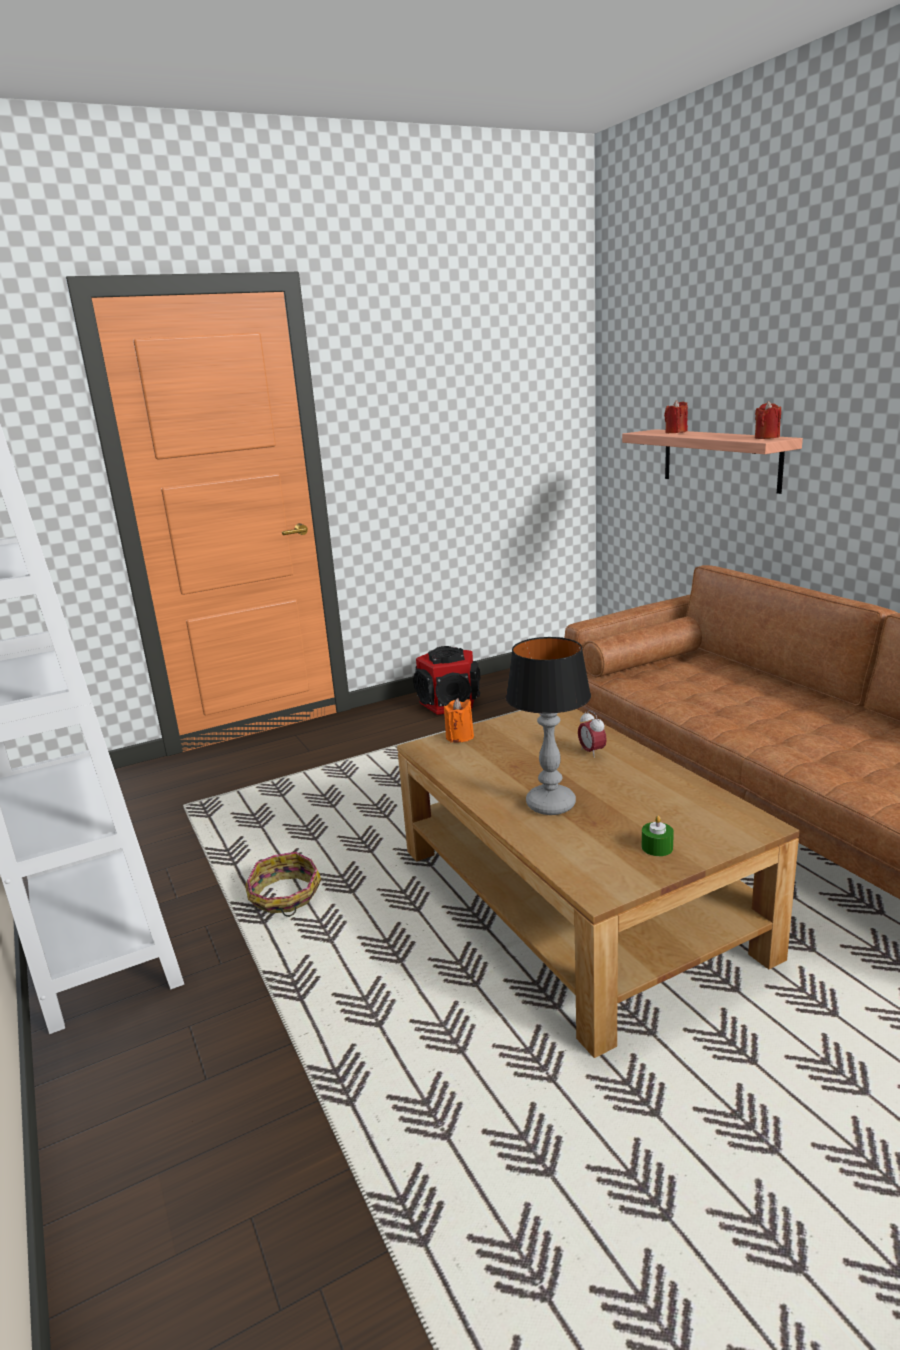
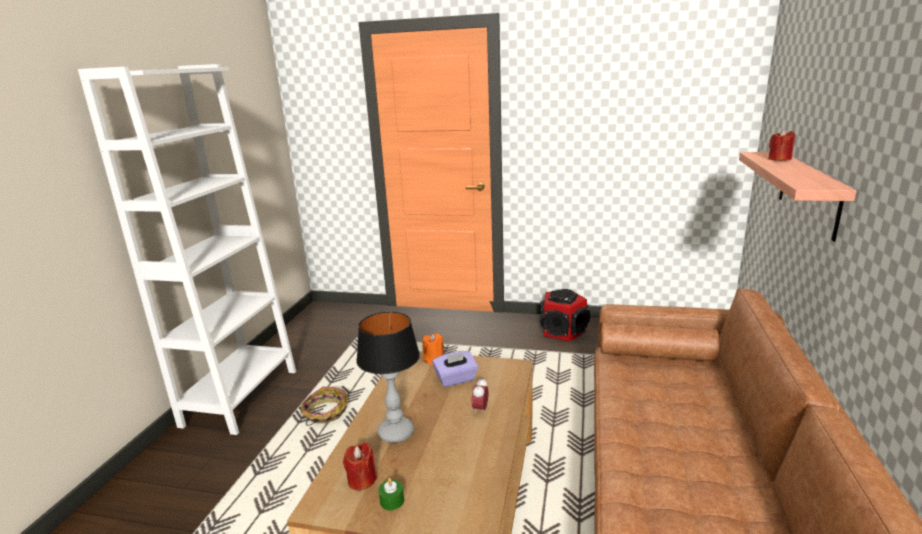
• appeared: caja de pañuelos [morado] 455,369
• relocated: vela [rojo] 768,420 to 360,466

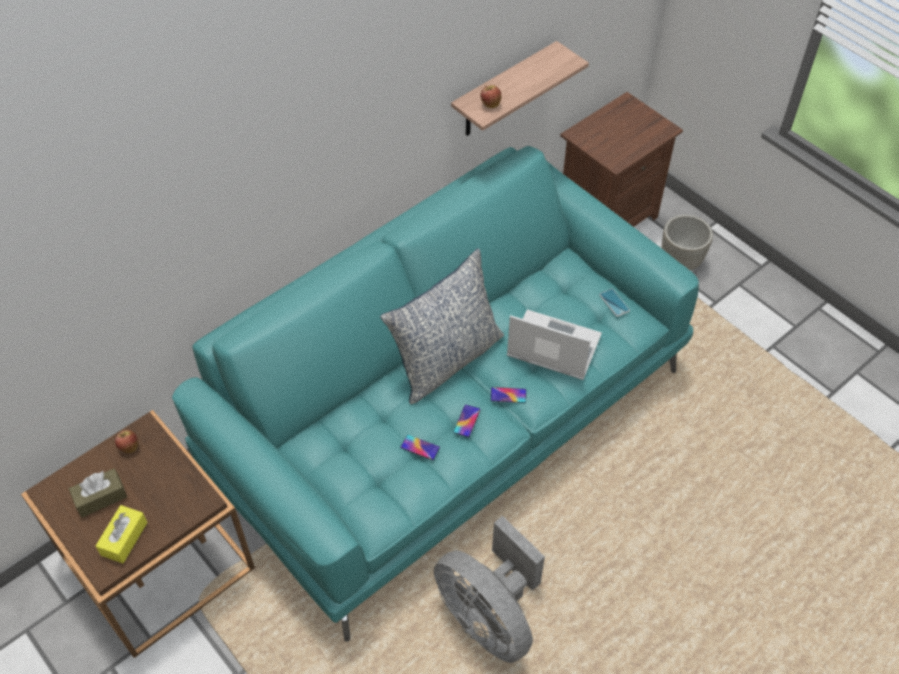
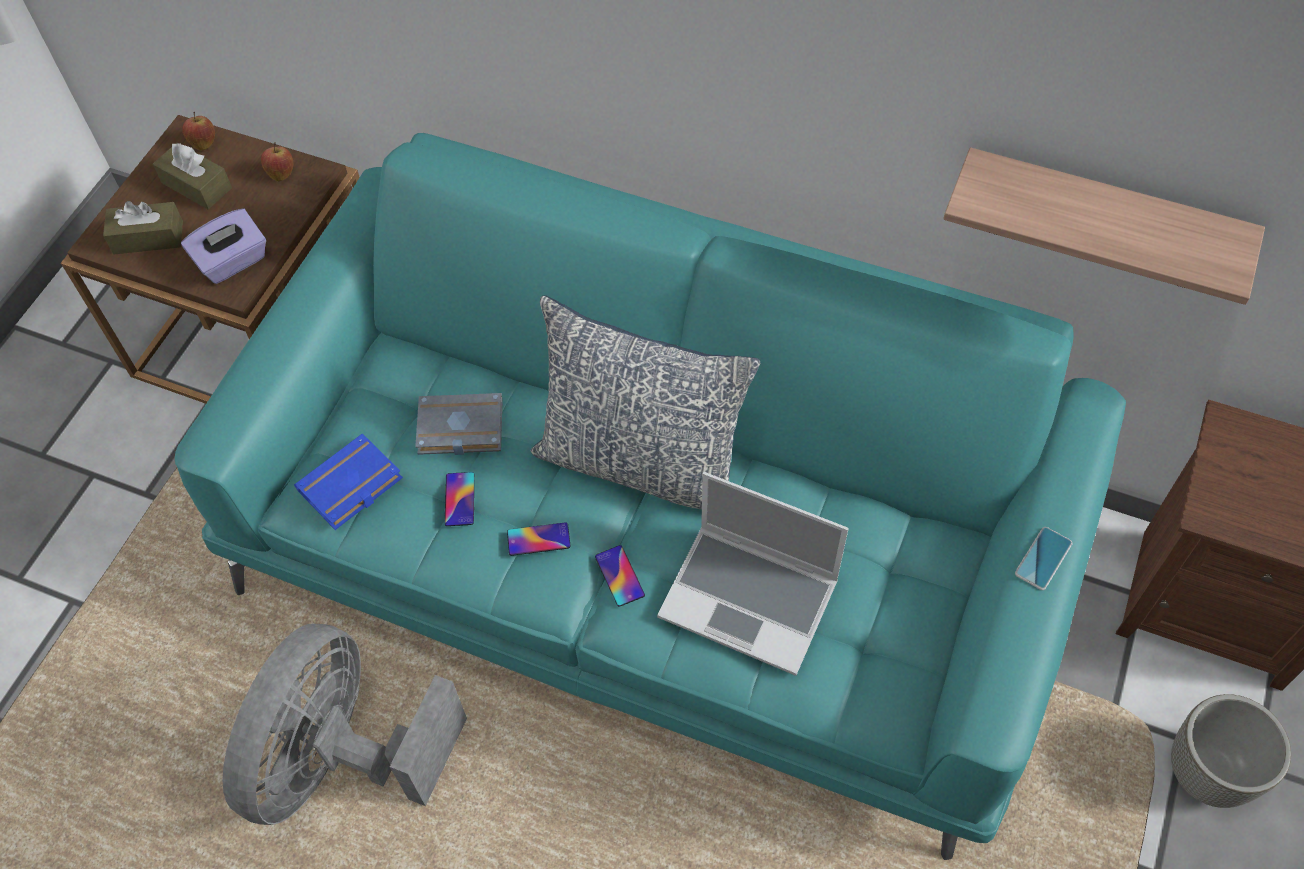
• appeared: caja de pañuelos [morado] 223,246
• appeared: libro [azul] 348,481
• appeared: libro [gris] 458,424
• relocated: manzana 491,96 to 198,131
• relocated: móvil 614,303 to 1043,558
• colour: caja de pañuelos [amarillo] 122,534 to caja de pañuelos [marrón] 143,227
• spun: portátil 554,344 = 752,574 120 degrees clockwise

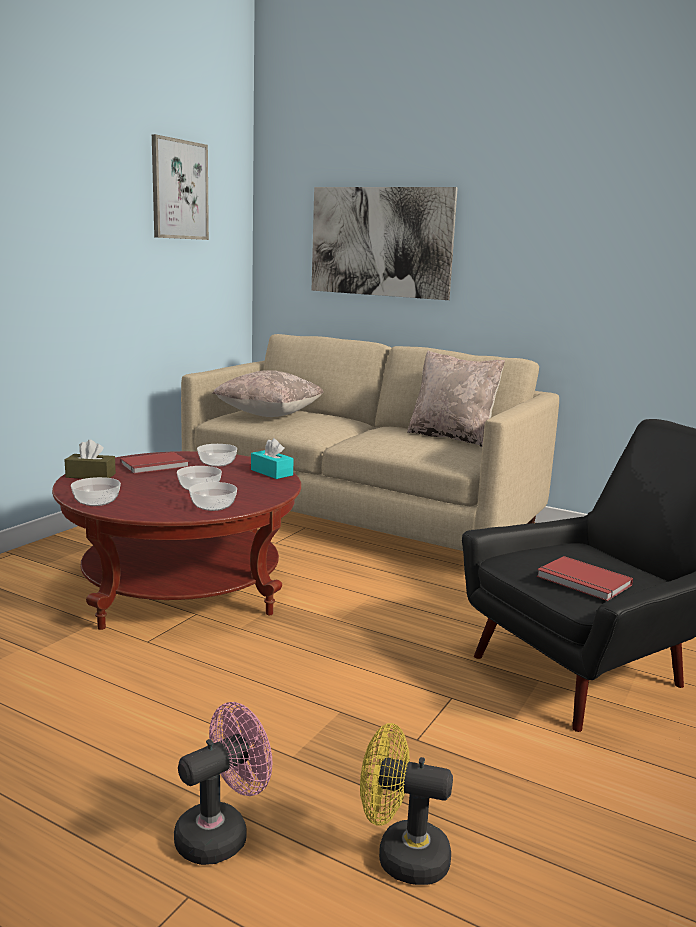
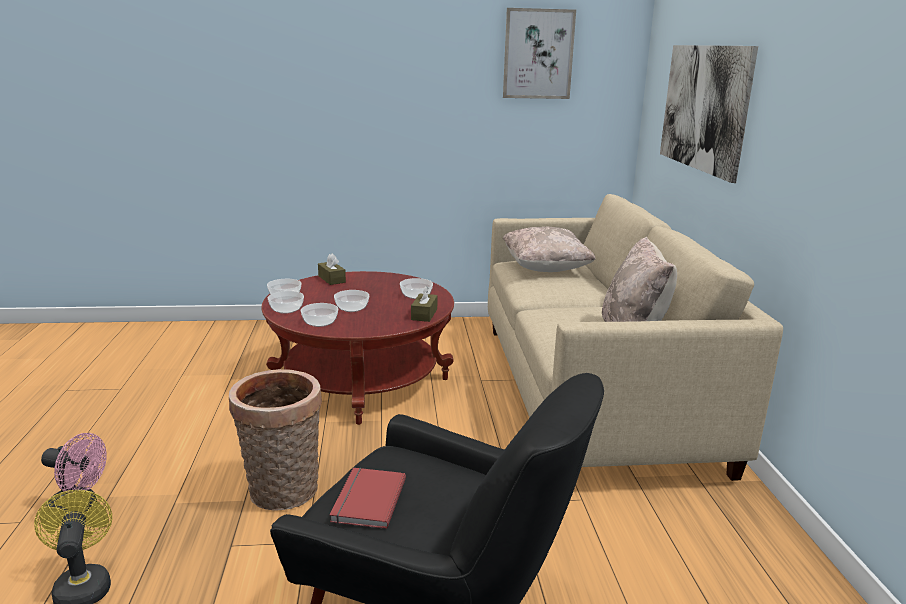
• missing: libro [rojo] 154,463
• appeared: cesta 275,440
• appeared: cuenco 286,302
• colour: caja de pañuelos [turquesa] 272,458 to caja de pañuelos [marrón] 424,304

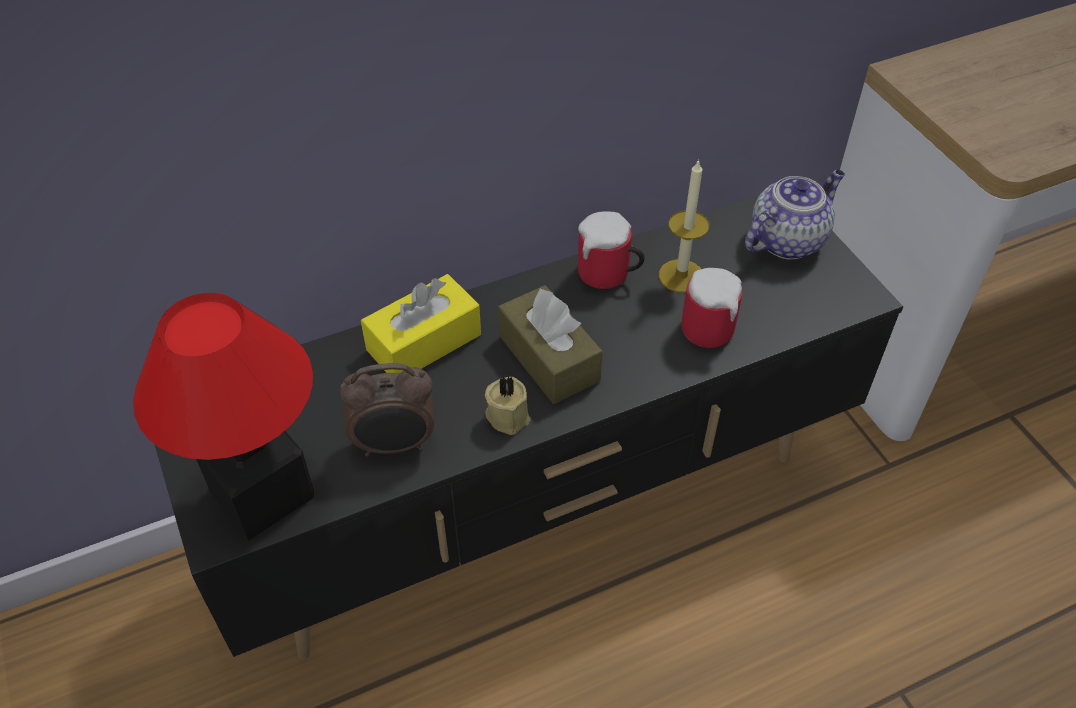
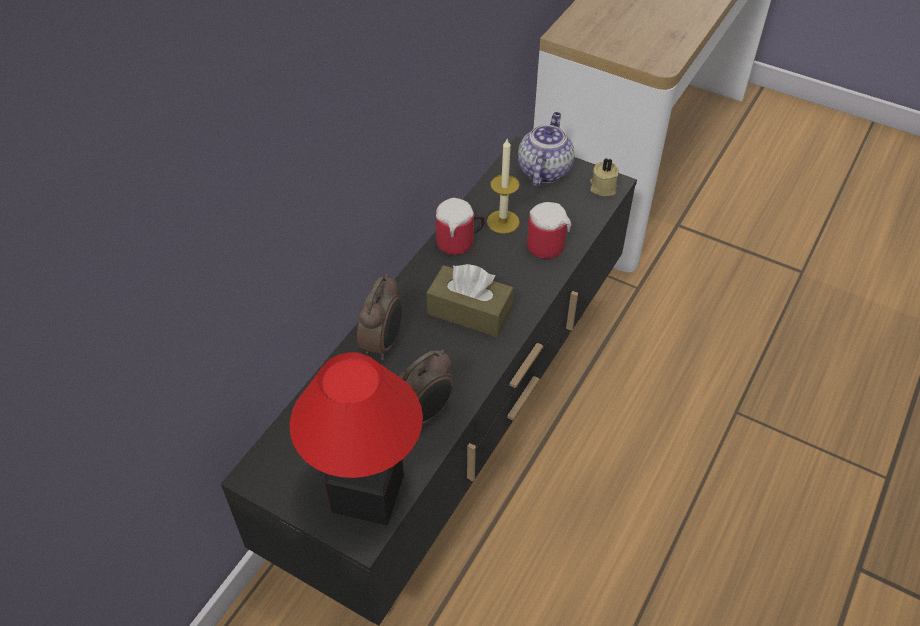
• relocated: vela [beis] 507,405 to 604,177
• exchanged: caja de pañuelos [amarillo] 421,323 to despertador 379,317

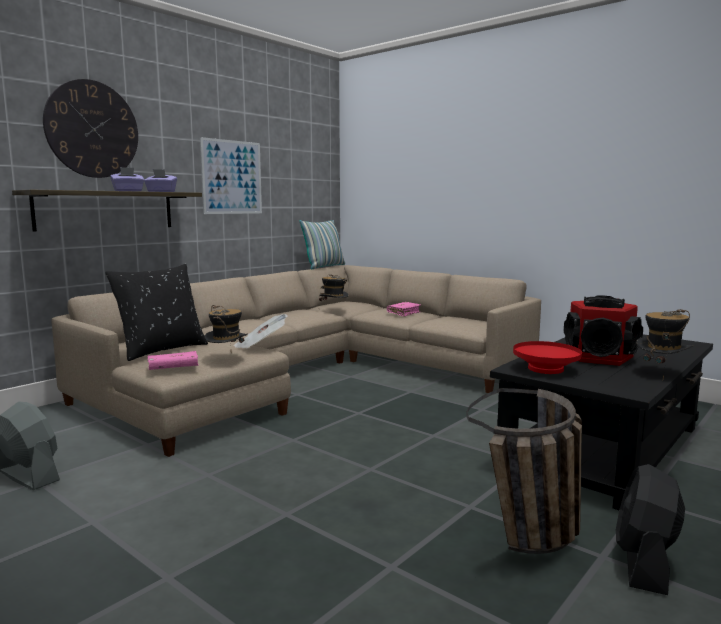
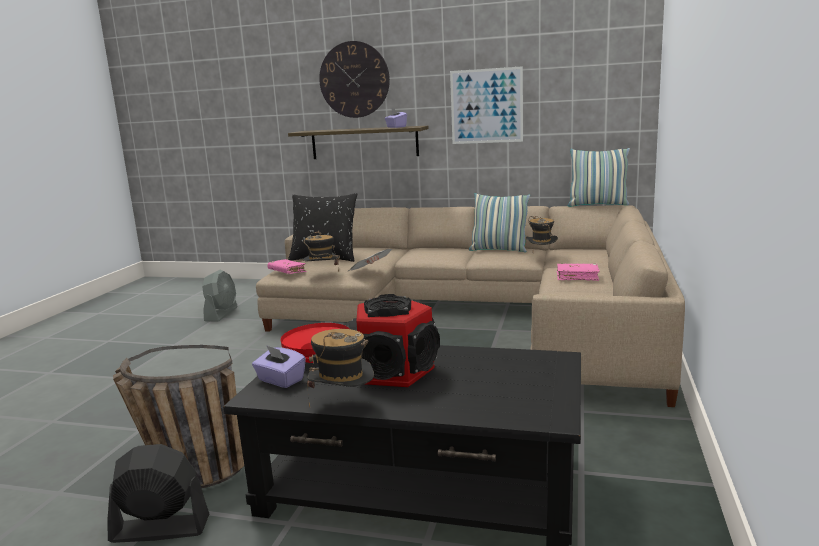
• appeared: cojín 499,222
• relocated: caja de pañuelos [morado] 127,179 to 279,366

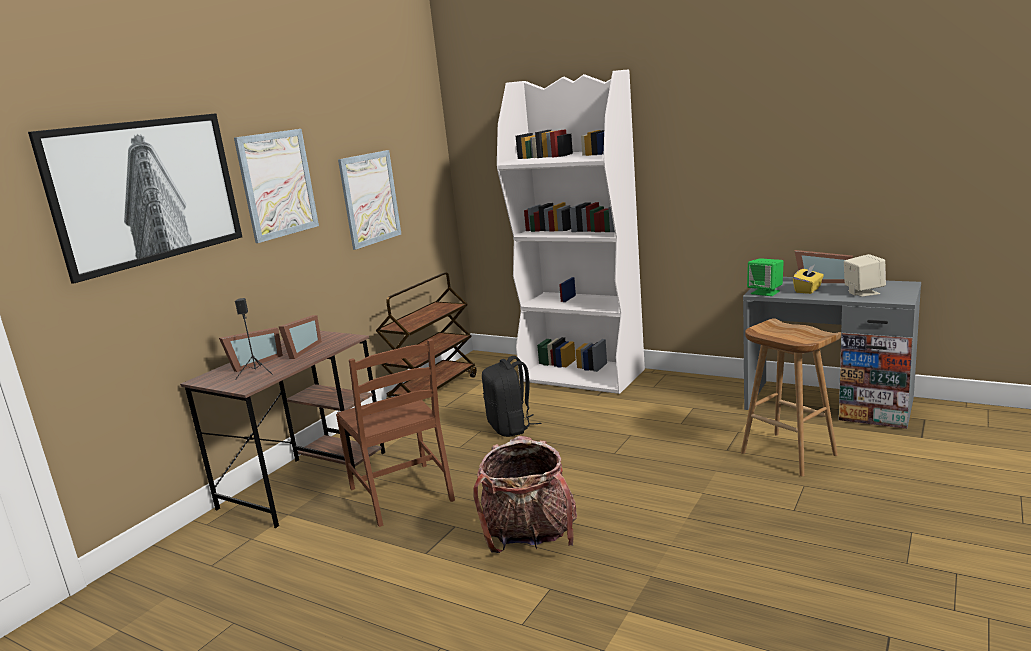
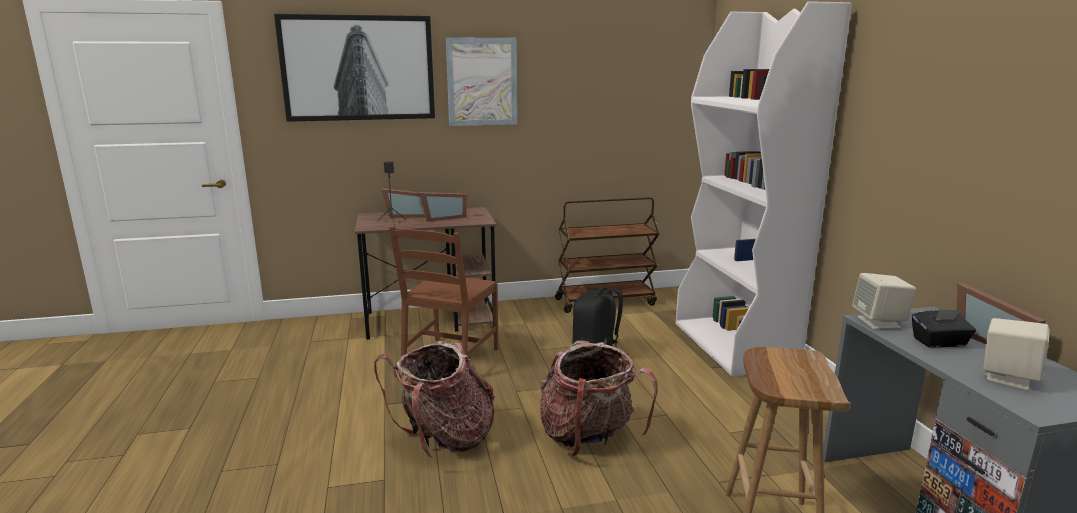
• missing: cuadro 369,200
• appeared: mochila 599,398
• colour: altavoz [verde] 765,277 to altavoz [beis] 884,301
• colour: caja de pañuelos [amarillo] 808,279 to caja de pañuelos [negro] 944,328

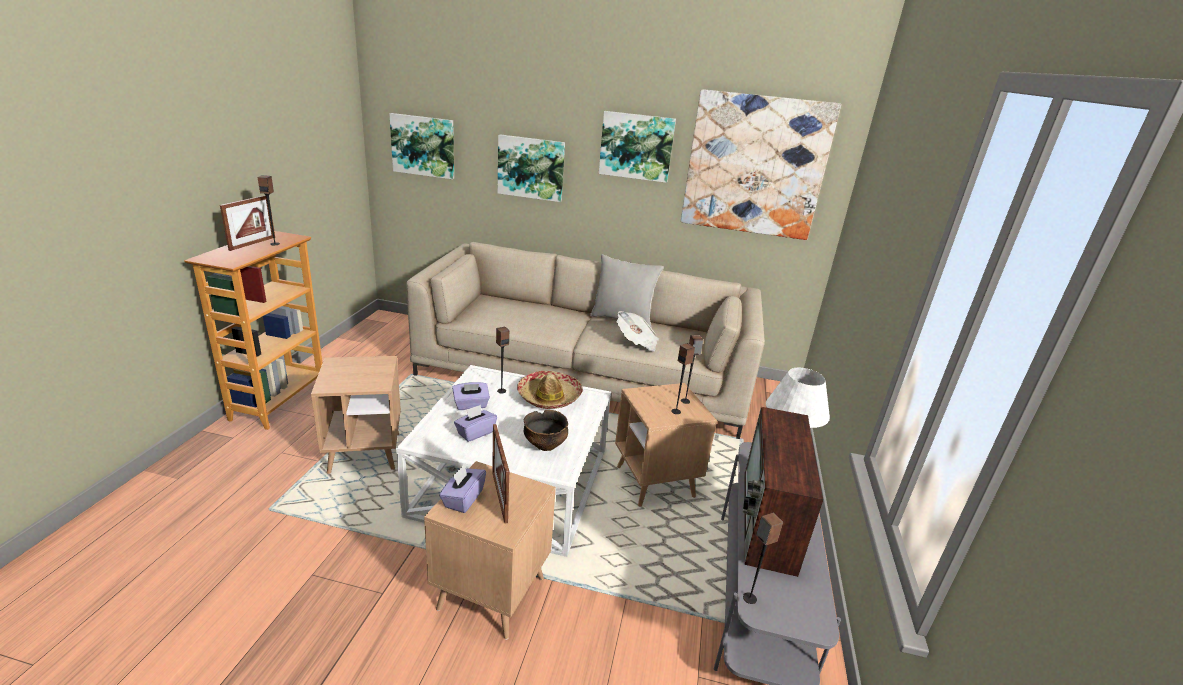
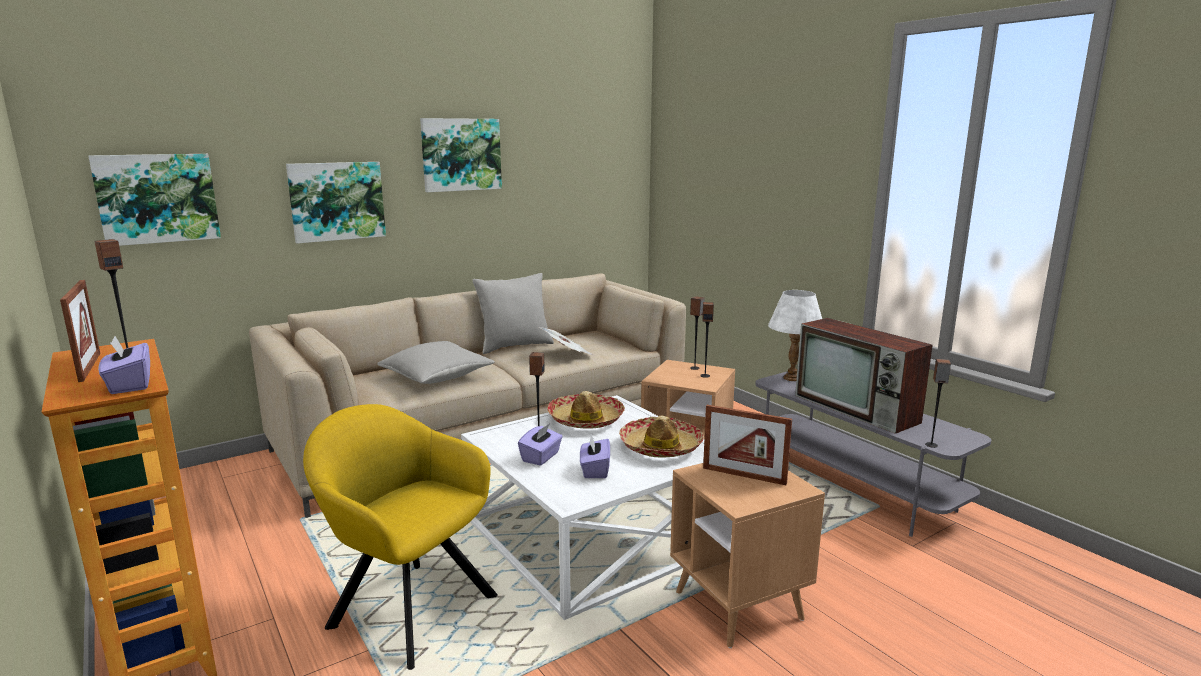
• missing: cuadro 761,164
• appeared: cojín [gris] 436,362
• relocated: caja de pañuelos [morado] 462,489 to 124,365
• exchanged: mesa auxiliar [marrón] 356,415 to sillón [amarillo] 400,537
• exchanged: cuenco 546,430 to sombrero 661,436

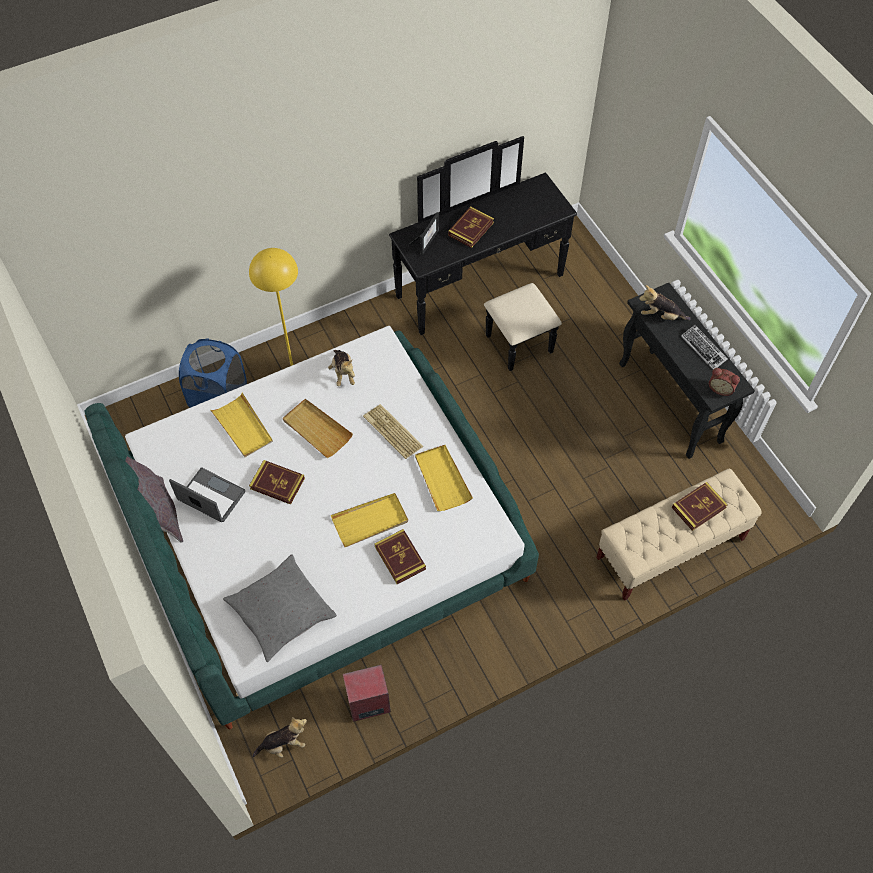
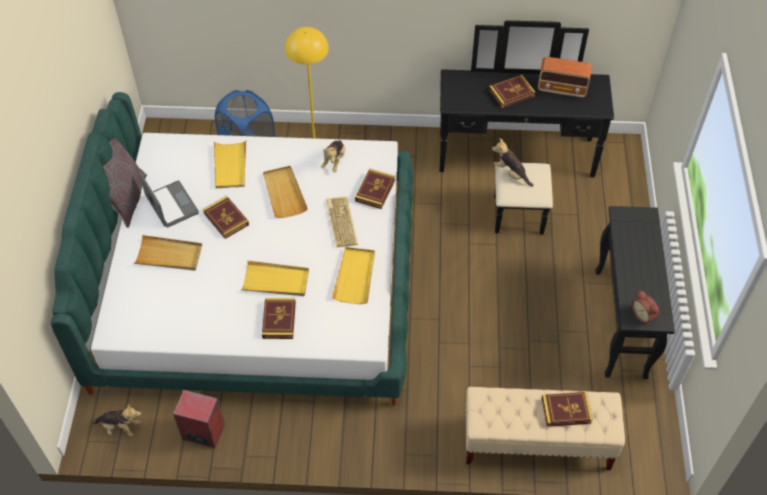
• missing: cojín [gris] 280,608
• missing: portarretratos 423,234
• missing: teclado 704,347
• appeared: bandeja [beis] 168,252
• appeared: libro 375,188
• appeared: radio 565,77
• relocated: peluche 665,302 to 513,162

